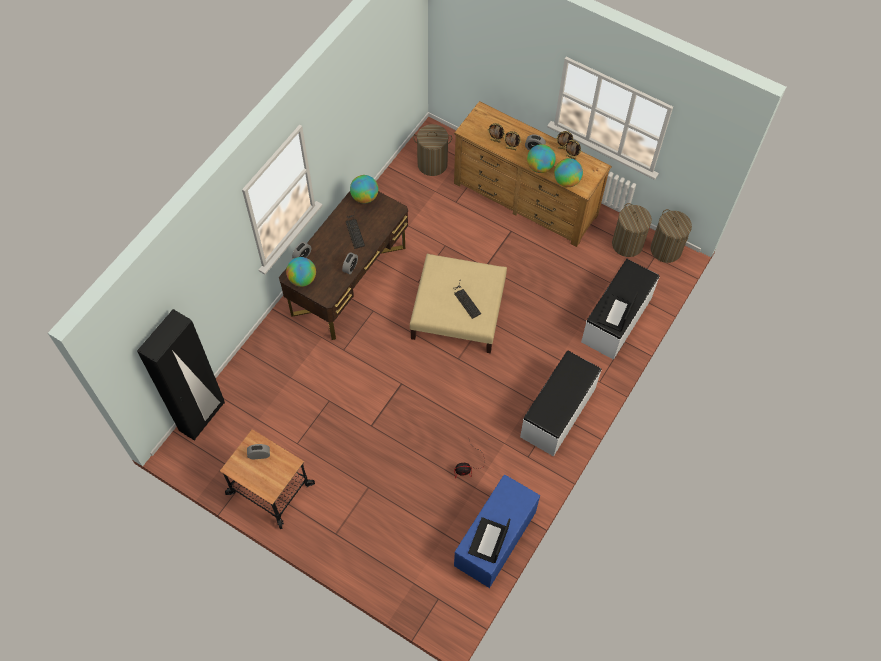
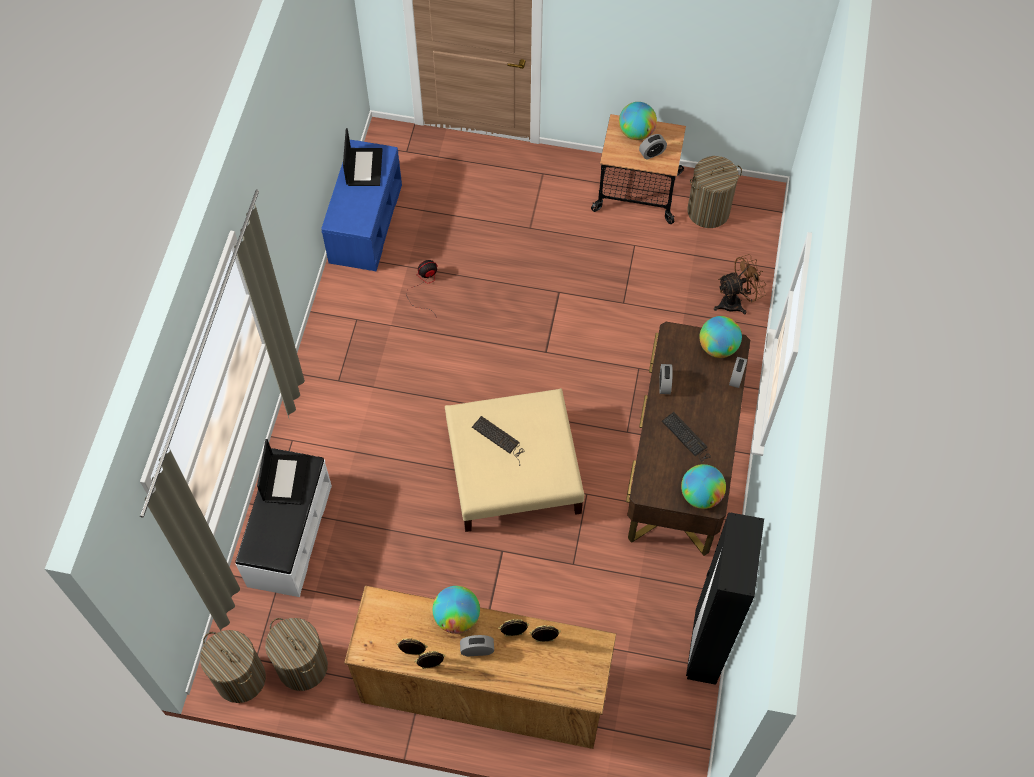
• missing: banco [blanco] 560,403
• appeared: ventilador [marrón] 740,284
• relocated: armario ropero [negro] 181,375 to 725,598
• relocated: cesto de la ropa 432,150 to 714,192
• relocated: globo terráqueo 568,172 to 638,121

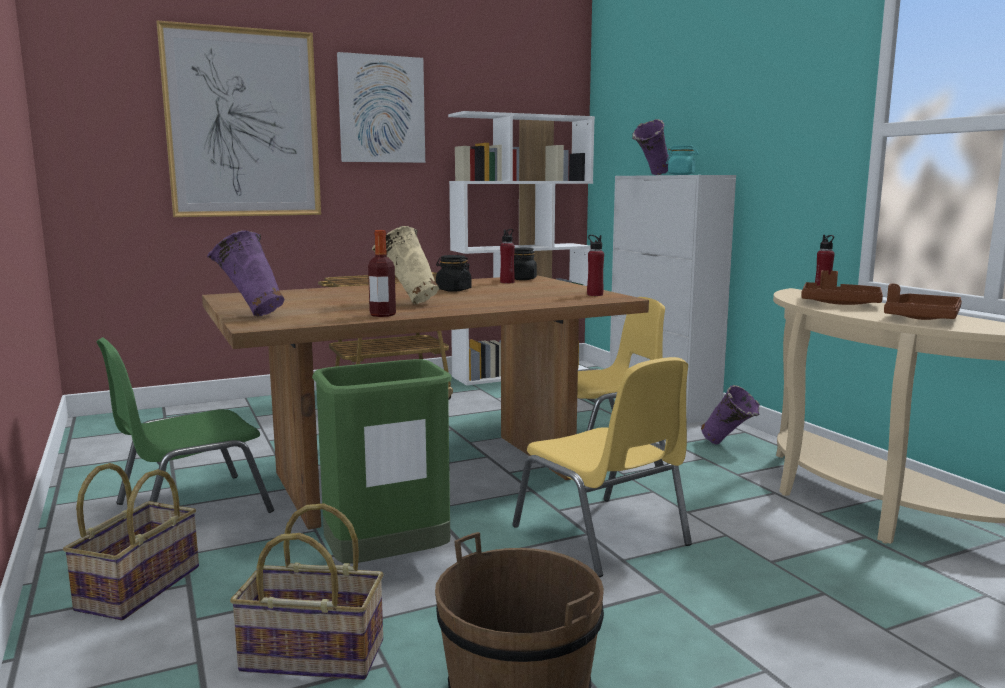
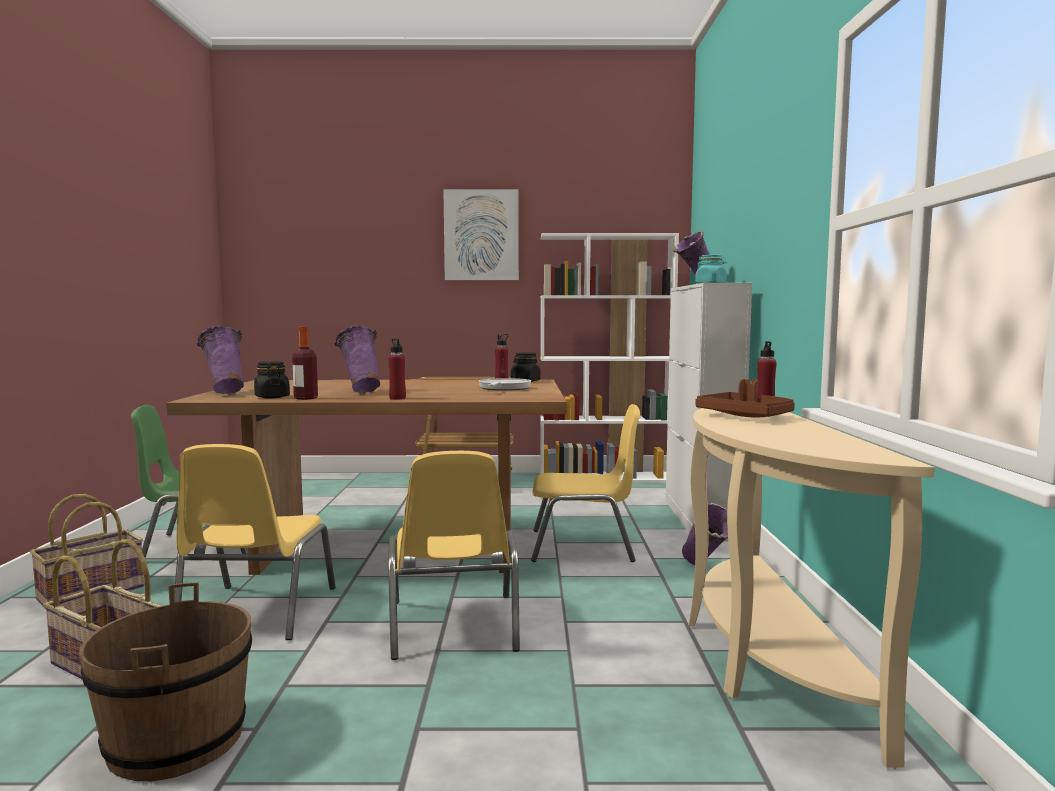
• missing: cuadro 238,119
• missing: bandeja [marrón] 923,302
• appeared: sartén 505,384
• relocated: tarro [negro] 454,273 to 272,380
• relocated: botella [rojo] 595,265 to 397,369
• exchanged: papelera [verde] 382,461 to silla [amarillo] 254,542
• colour: florero [beis] 405,265 to florero [morado] 357,359

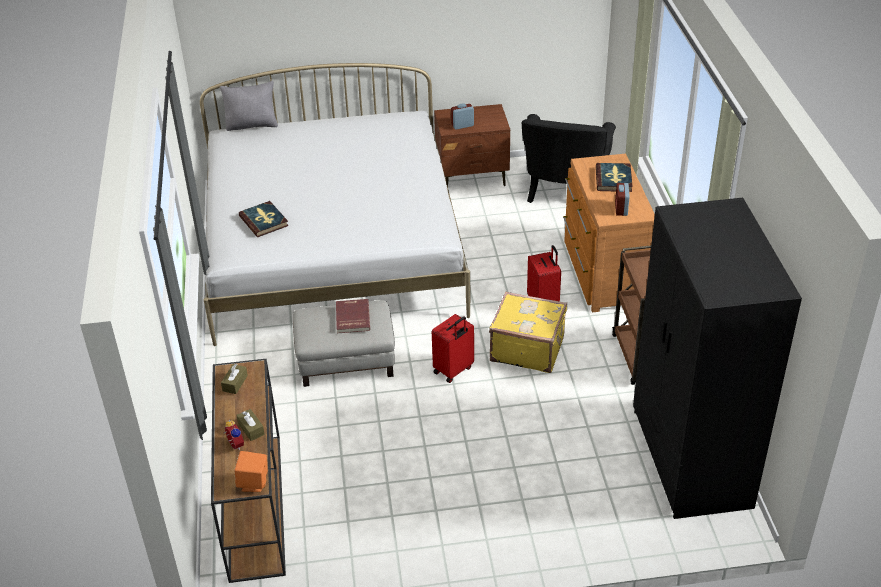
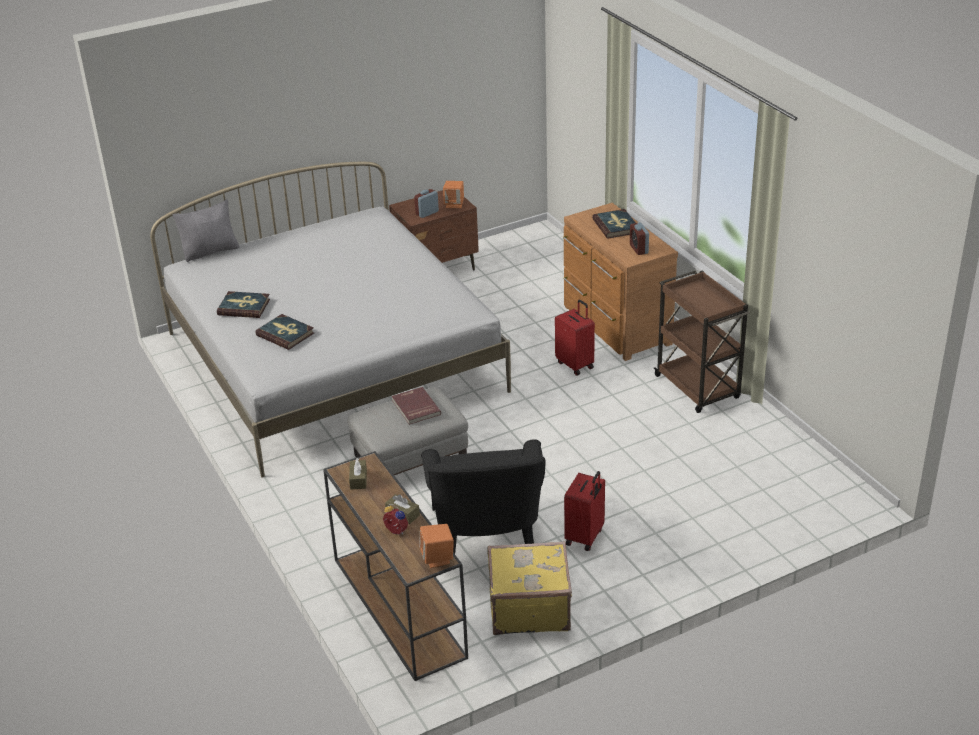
• missing: armario ropero [negro] 717,358
• appeared: libro 243,304
• appeared: altavoz [naranja] 453,194
• relocated: maleta [rojo] 453,348 to 584,511
• relocated: maleta [amarillo] 528,332 to 530,588
• relocated: sillón [negro] 569,158 to 483,496

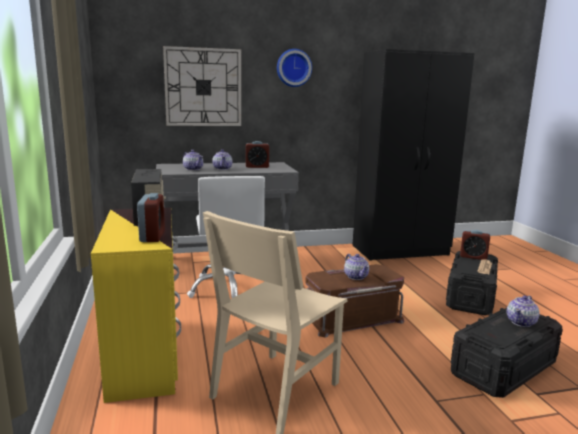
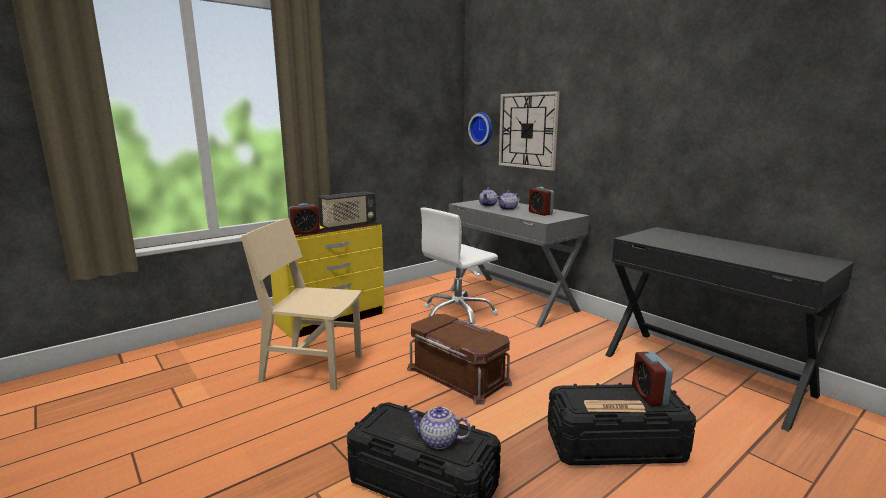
• missing: tetera 356,267
• relocated: reloj de pared 294,68 to 480,129
• exchanged: armario ropero [negro] 414,154 to escritorio [negro] 729,329

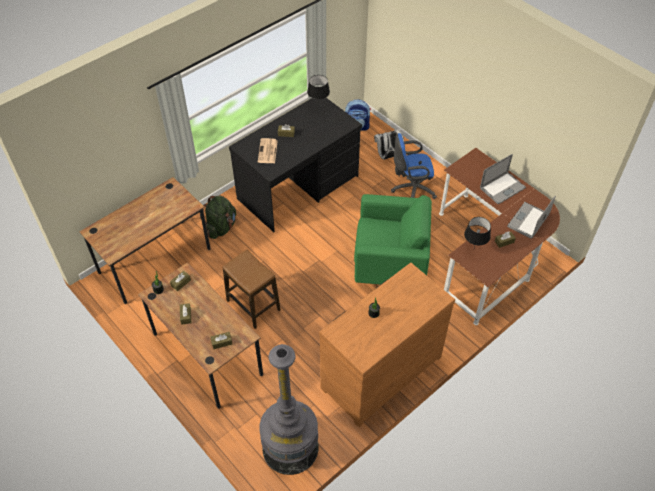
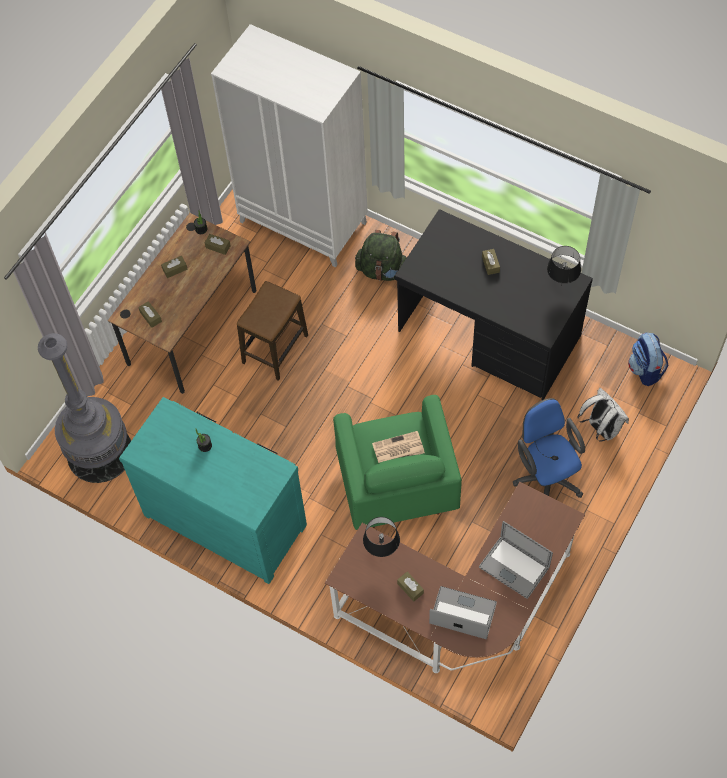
• relocated: periódico 268,150 to 398,447
• exchanged: escritorio [marrón] 145,240 to armario ropero [blanco] 289,145
• colour: cómoda [marrón] 387,345 to cómoda [turquesa] 213,490

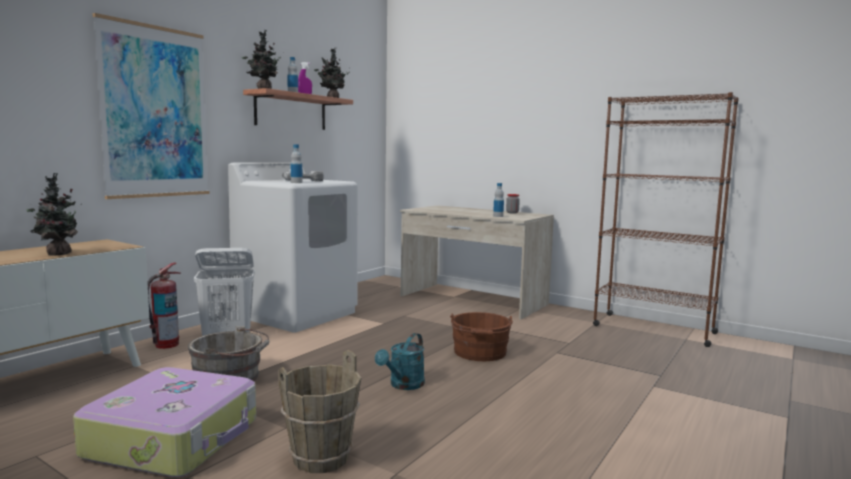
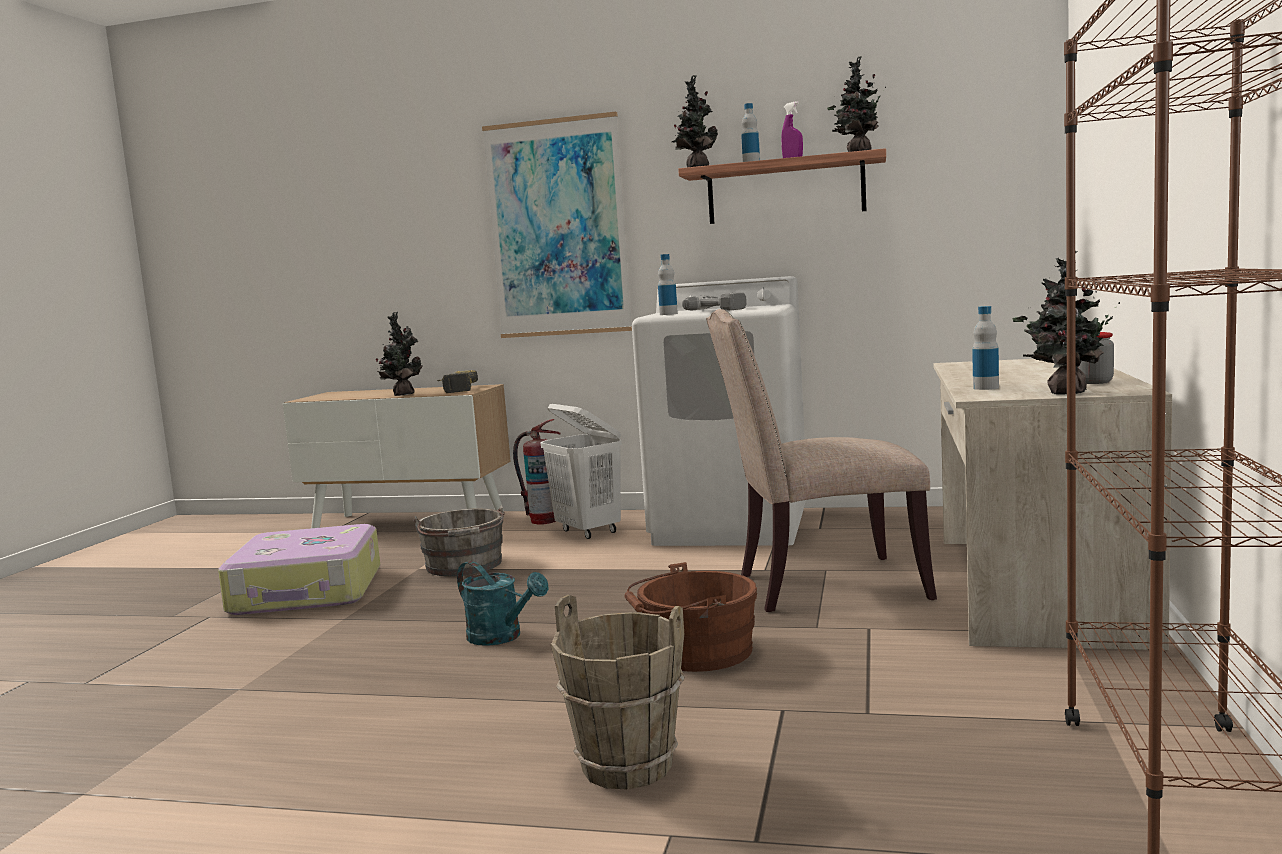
• appeared: taladro 457,381
• appeared: silla [beis] 821,460
• appeared: planta en maceta 1066,323
• relocated: cubo [marrón] 319,411 to 617,692
• spun: regadera [turquesa] 400,361 = 503,603 150 degrees counterclockwise

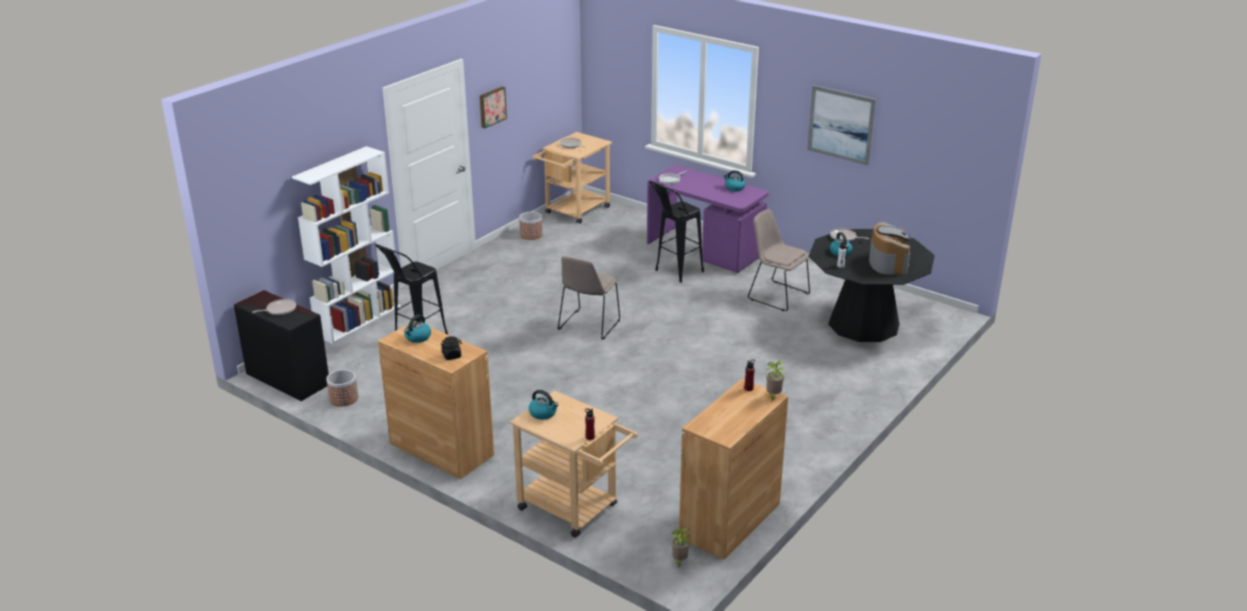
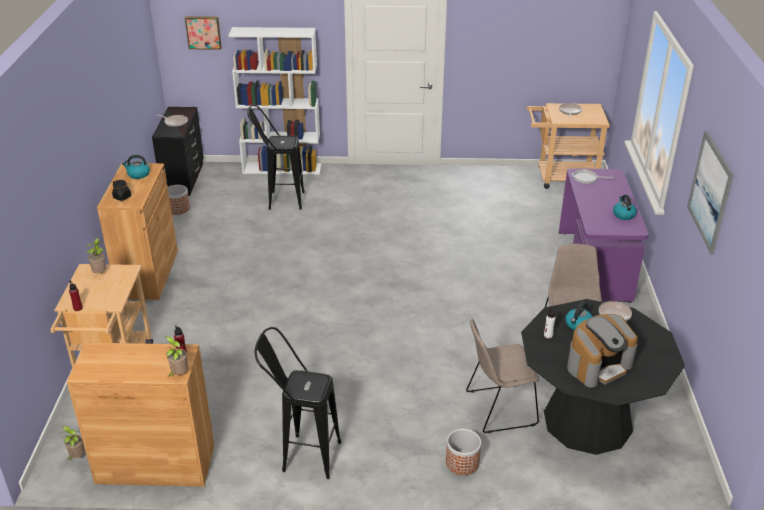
• relocated: cuadro 493,107 to 203,33
• relocated: maceta 531,226 to 463,452
• relocated: silla [beis] 589,298 to 502,376
• relocated: taburete [negro] 676,232 to 297,403
• exchanged: hervidor 543,405 to planta en maceta 95,255

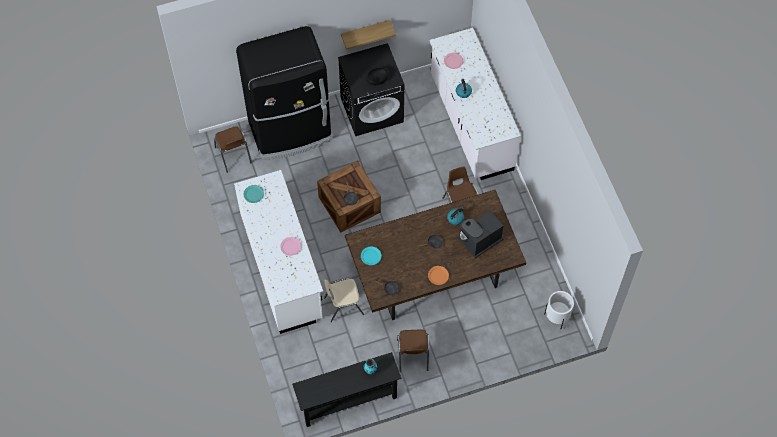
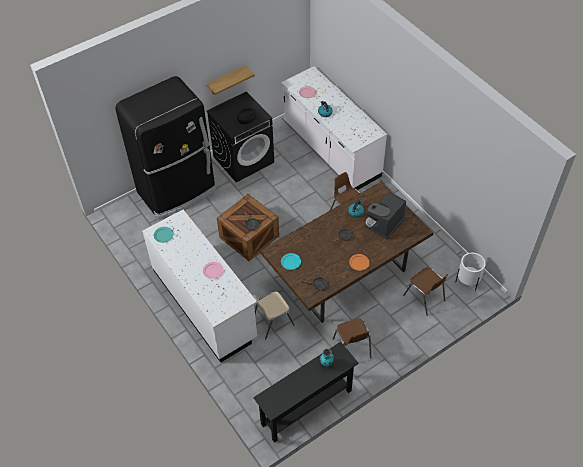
• relocated: silla [marrón] 233,149 to 425,291

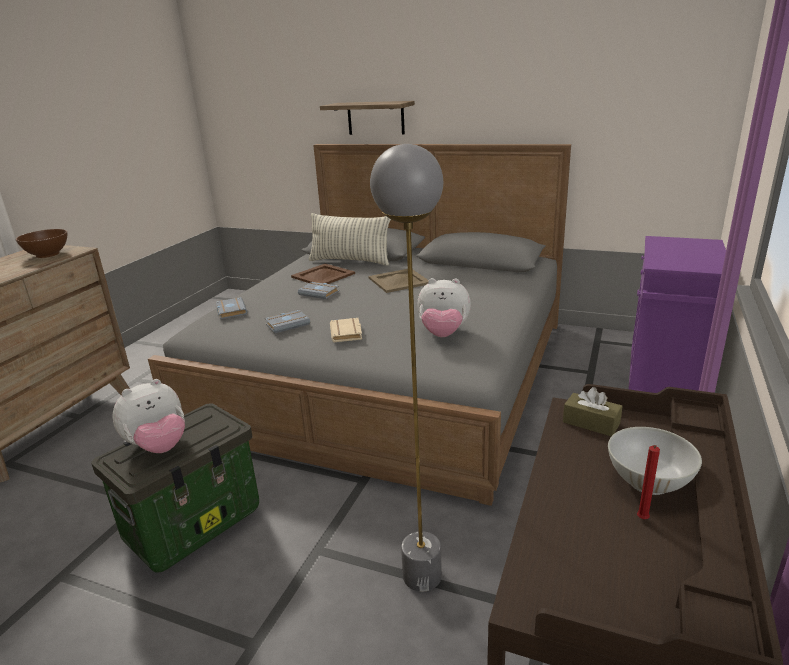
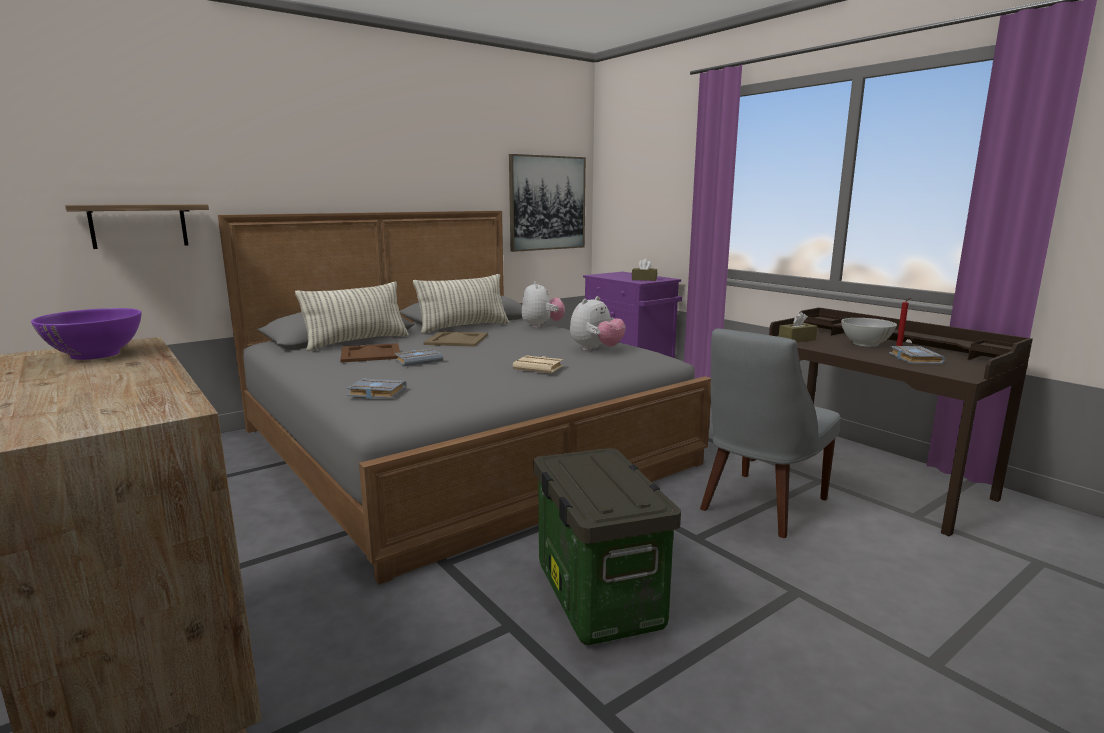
• appeared: cojín 461,304
• appeared: cuadro 547,203
• appeared: caja de pañuelos [marrón] 644,270
• relocated: peluche 148,416 to 543,304
• relocated: libro [gris] 287,321 to 917,355
• relocated: estante 367,118 to 137,226
• exchanged: lámpara de pie [gris] 406,368 to silla [gris] 770,433
• colour: cuenco [marrón] 41,243 to cuenco [morado] 86,334

